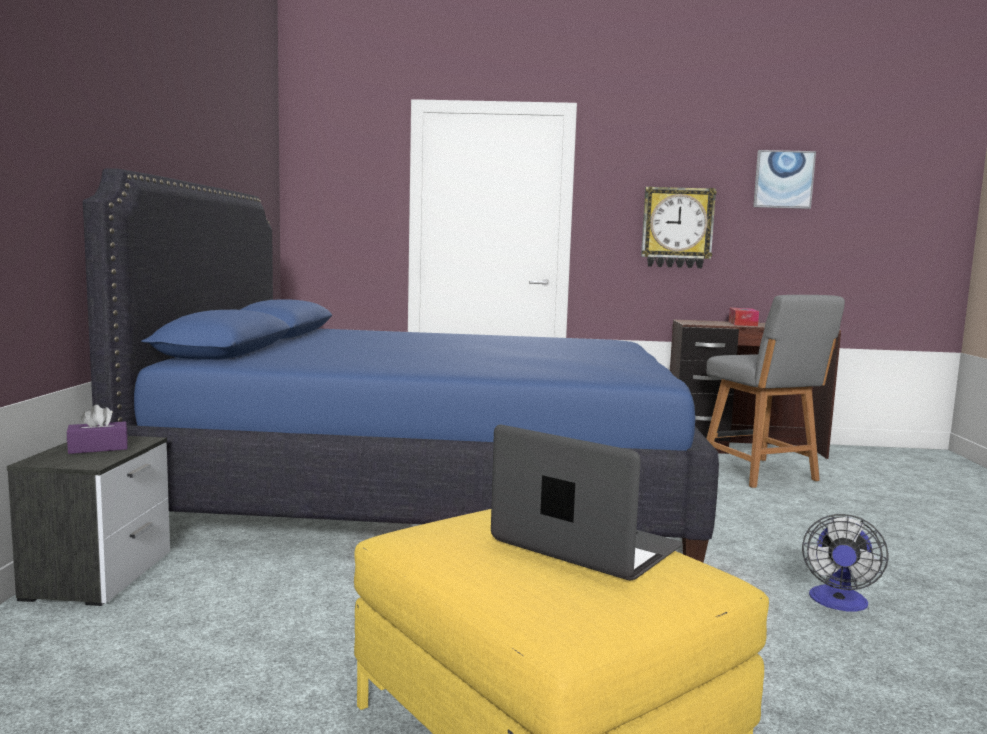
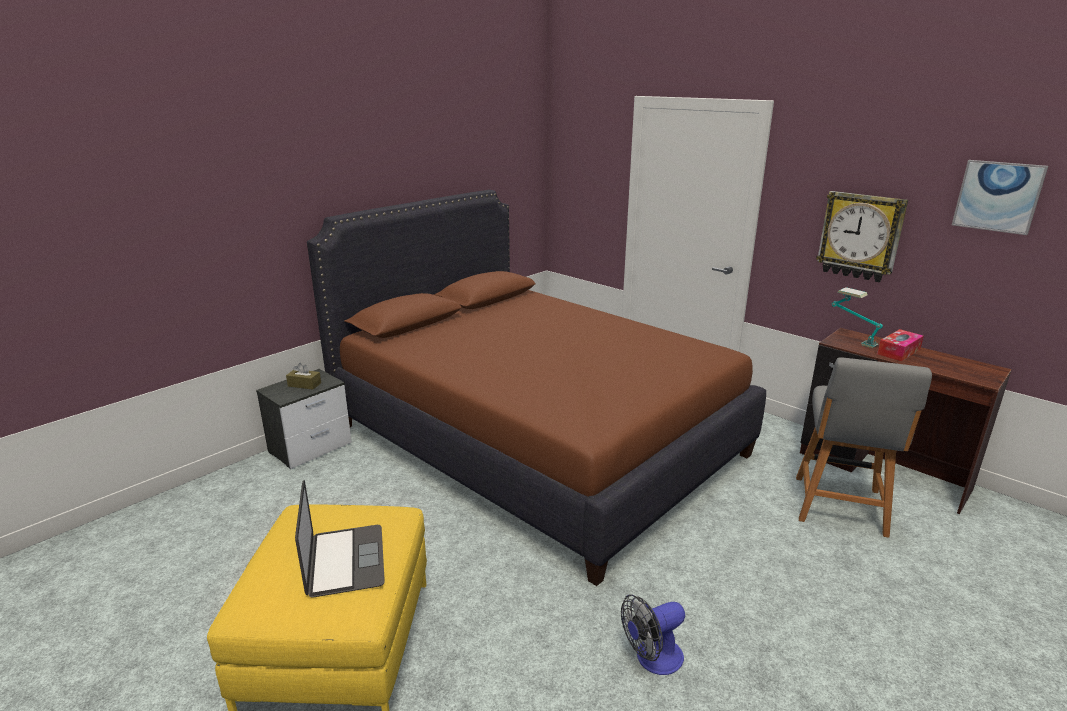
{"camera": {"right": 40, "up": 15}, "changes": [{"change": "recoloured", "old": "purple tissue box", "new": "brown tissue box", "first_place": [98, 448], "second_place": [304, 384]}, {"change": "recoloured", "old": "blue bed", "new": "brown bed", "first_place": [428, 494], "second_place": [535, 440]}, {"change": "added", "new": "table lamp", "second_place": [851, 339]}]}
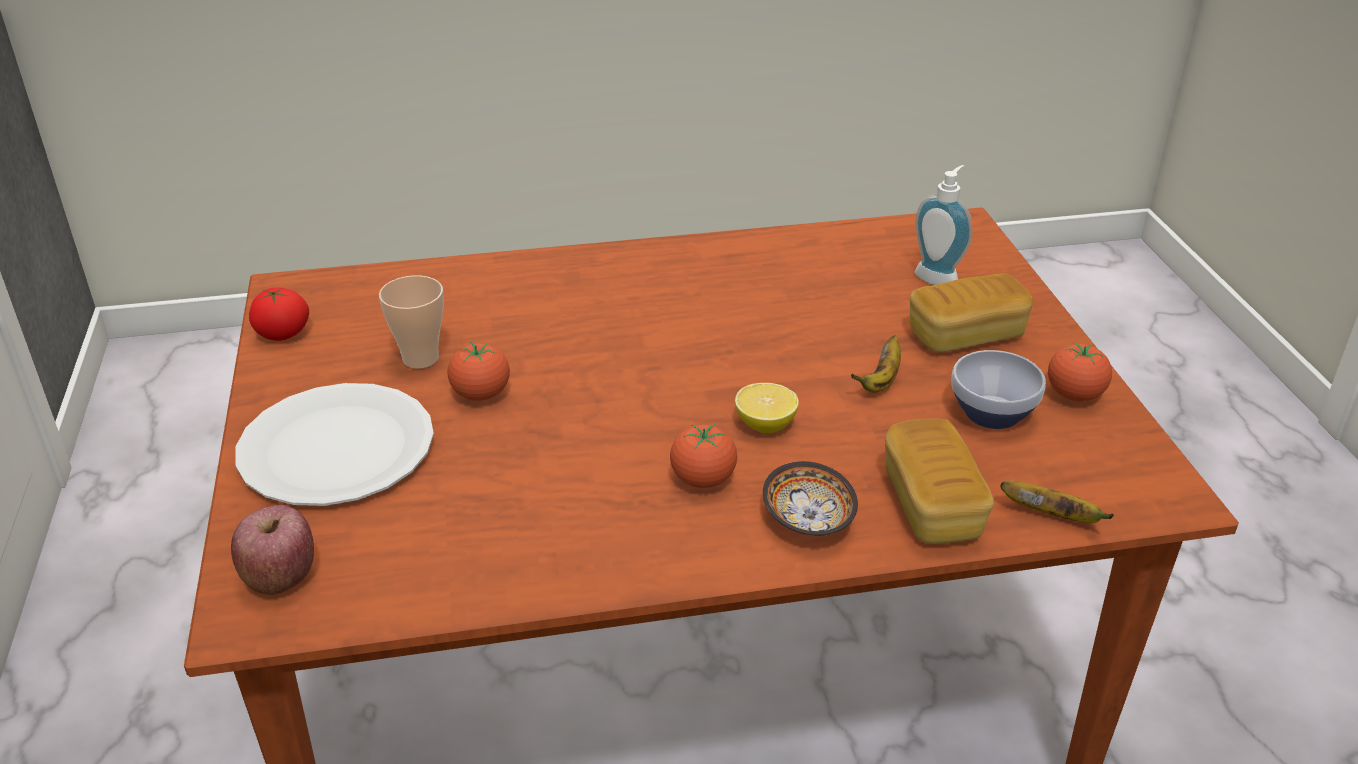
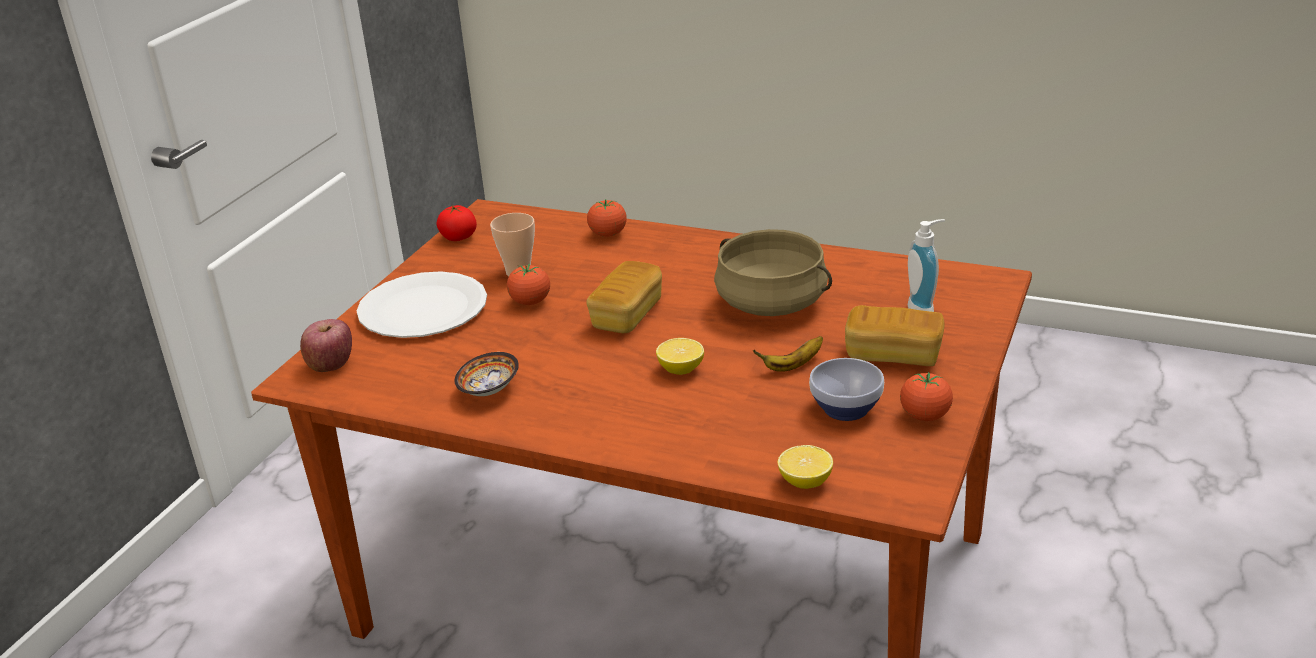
{"camera": {"right": 35, "up": -5}, "changes": [{"change": "moved", "old": "bowl", "first_place": [808, 520], "second_place": [489, 390]}, {"change": "moved", "old": "bread", "first_place": [931, 505], "second_place": [627, 315]}, {"change": "moved", "old": "tomato", "first_place": [703, 479], "second_place": [608, 234]}, {"change": "added", "new": "beige cooking pot", "second_place": [772, 303]}, {"change": "replaced", "old": "banana", "new": "lemon", "first_place": [1052, 516], "second_place": [805, 482]}]}
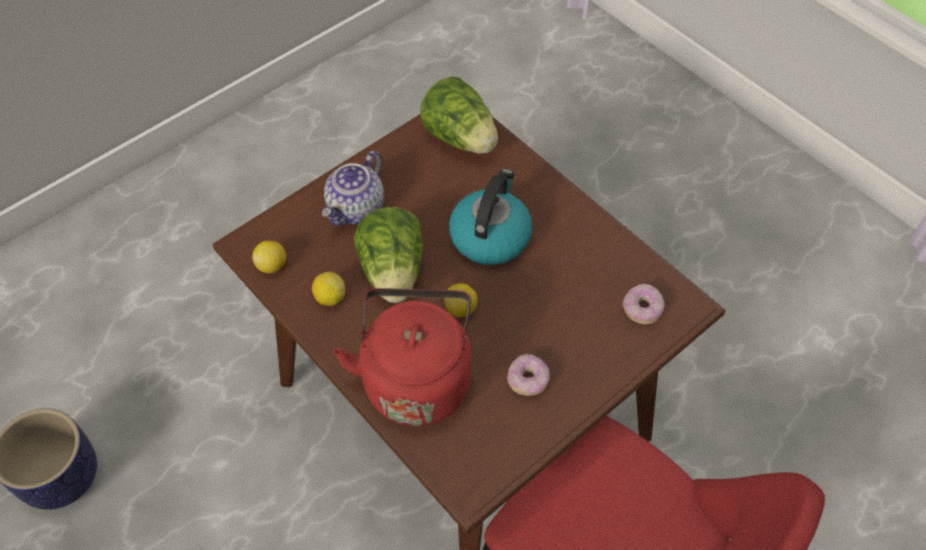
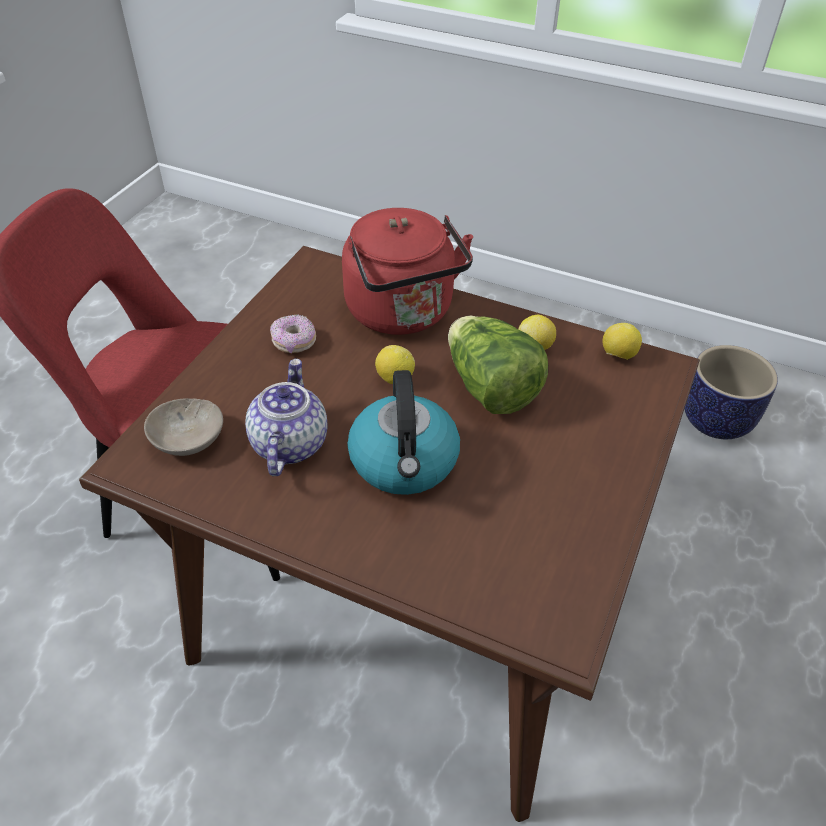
{"camera": {"right": 155, "up": -10}, "changes": [{"change": "replaced", "old": "donut", "new": "beige bowl", "first_place": [642, 309], "second_place": [186, 441]}, {"change": "moved", "old": "teapot", "first_place": [356, 209], "second_place": [288, 443]}, {"change": "removed", "old": "lettuce", "first_place": [460, 138]}]}
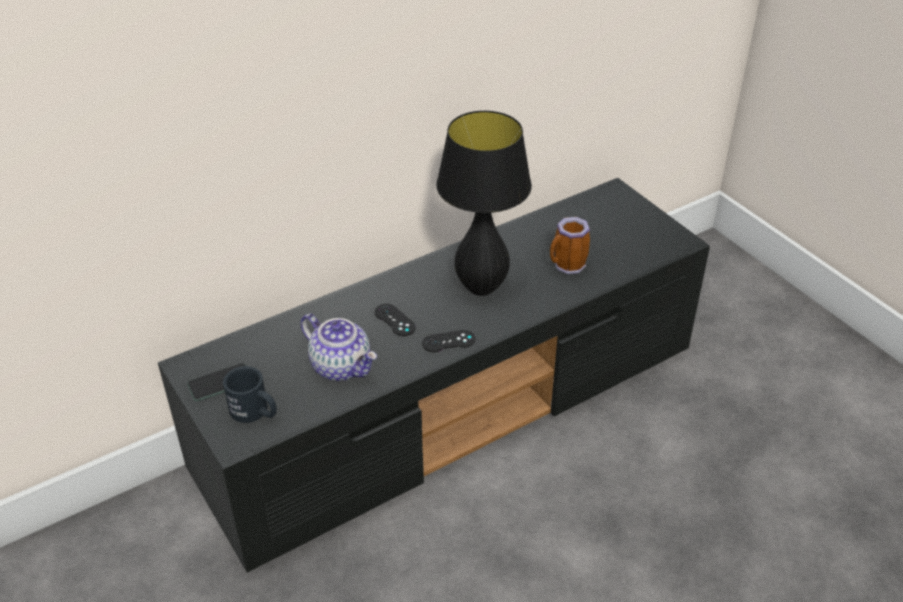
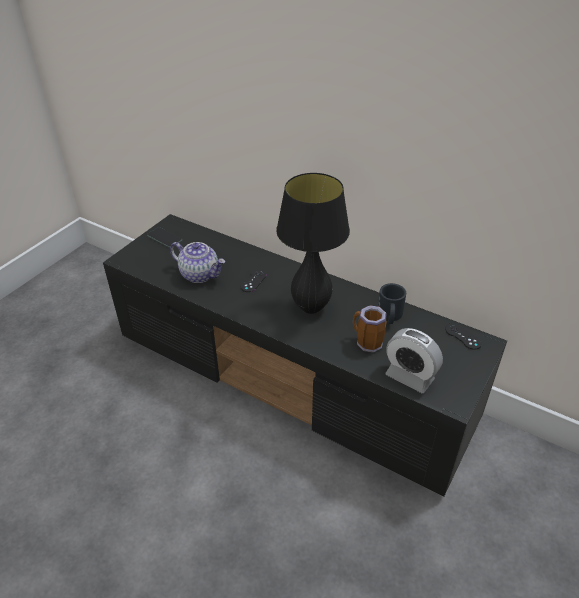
{"camera": {"right": 65, "up": 0}, "changes": [{"change": "turned", "old": "teapot", "first_place": [342, 366], "second_place": [200, 274], "degrees": -75}, {"change": "moved", "old": "black mug", "first_place": [255, 412], "second_place": [390, 316]}, {"change": "added", "new": "alarm clock", "second_place": [409, 377]}, {"change": "moved", "old": "black game controller", "first_place": [448, 341], "second_place": [463, 336]}]}
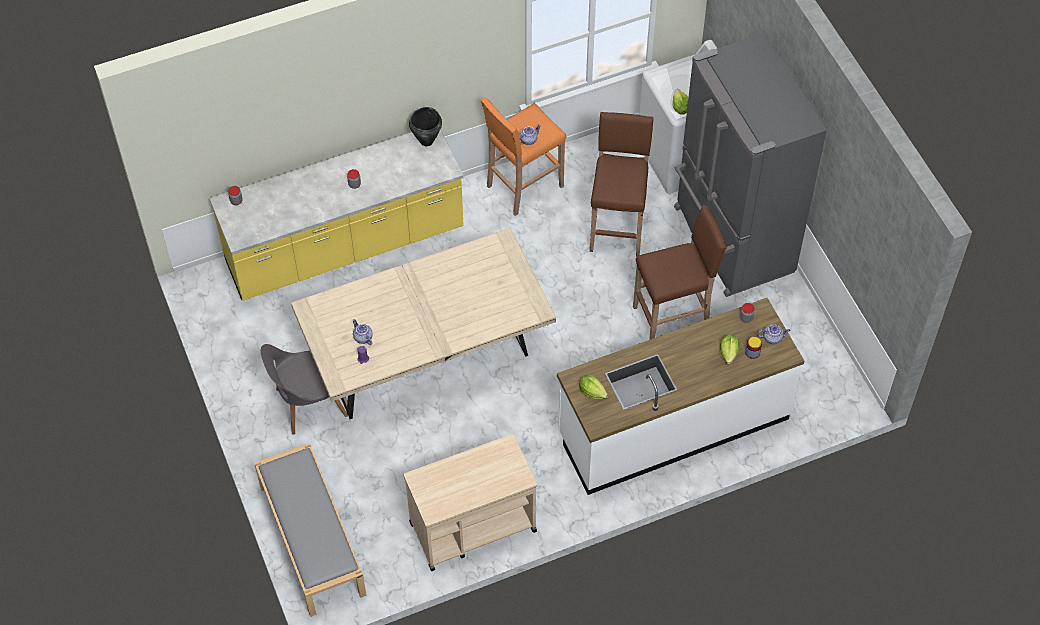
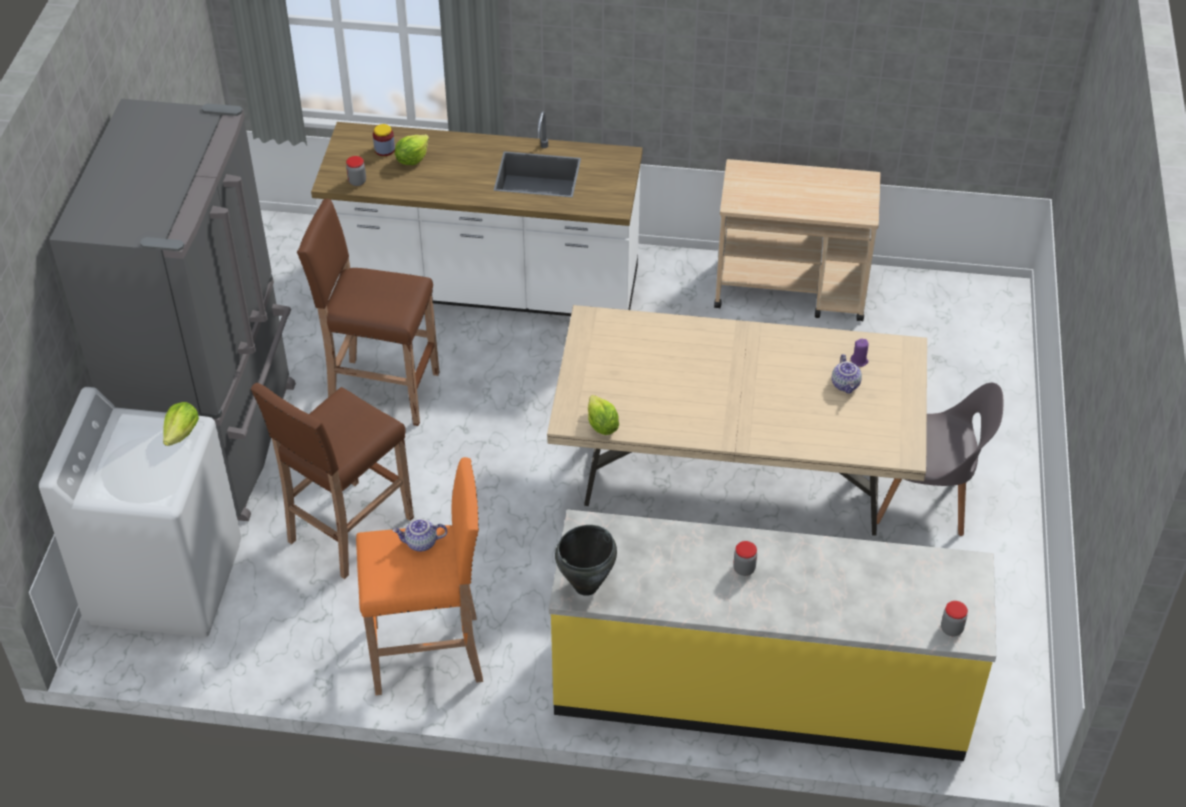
{"camera": {"right": -150, "up": -10}, "changes": [{"change": "moved", "old": "lettuce", "first_place": [592, 392], "second_place": [601, 426]}, {"change": "removed", "old": "grey bench", "first_place": [311, 539]}, {"change": "removed", "old": "teapot", "first_place": [772, 338]}]}
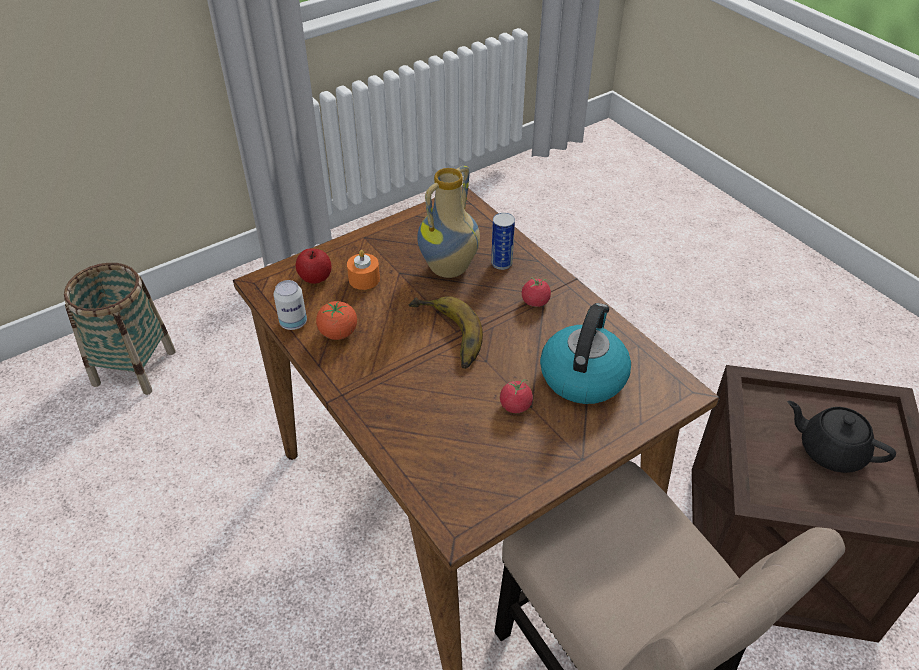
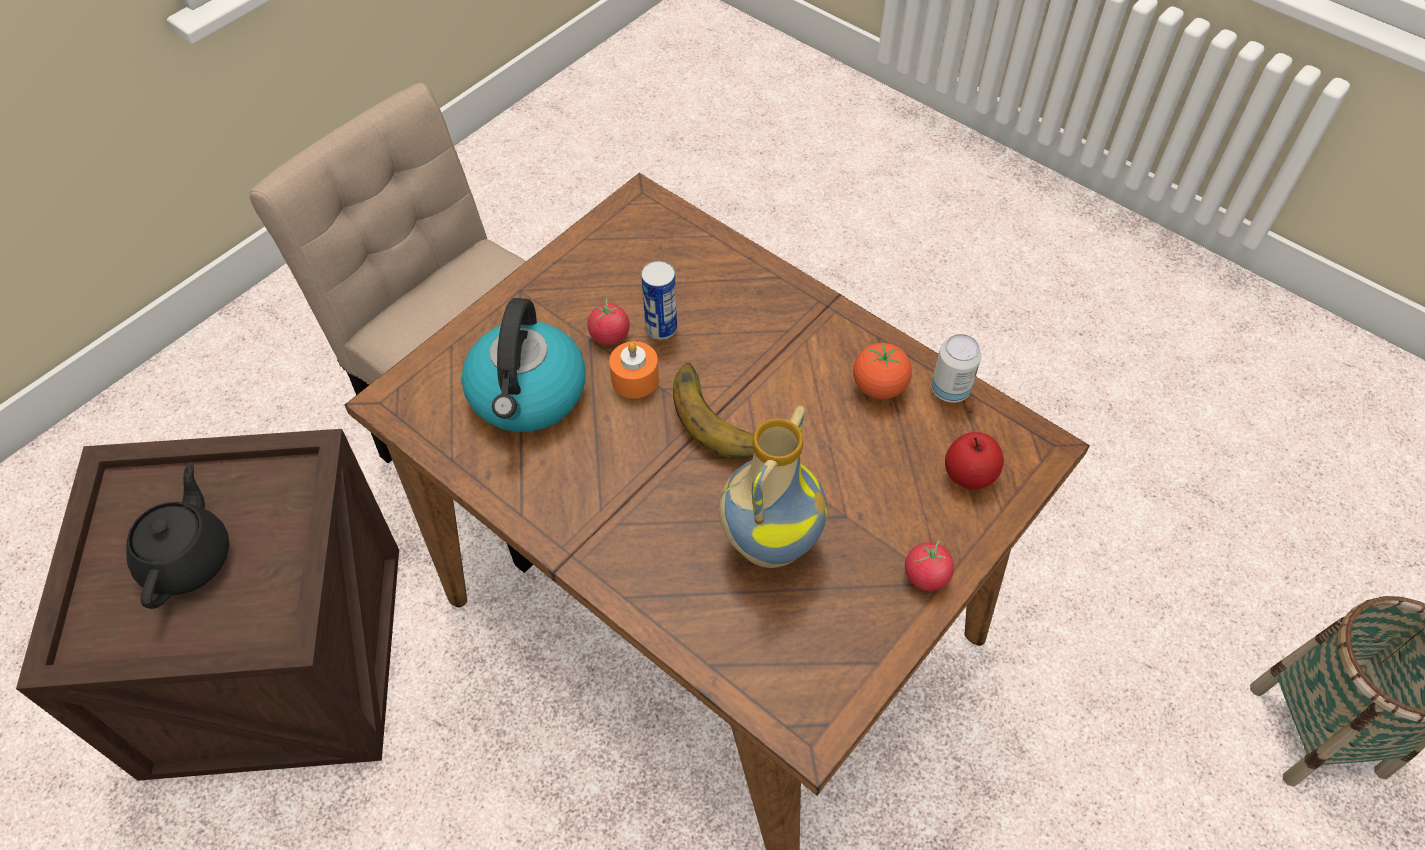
{"camera": {"right": 165, "up": 10}, "changes": [{"change": "turned", "old": "black teapot", "first_place": [830, 450], "second_place": [189, 558], "degrees": -105}, {"change": "moved", "old": "orange candle", "first_place": [364, 279], "second_place": [635, 379]}, {"change": "moved", "old": "can", "first_place": [501, 263], "second_place": [661, 329]}, {"change": "moved", "old": "tomato", "first_place": [535, 302], "second_place": [926, 575]}]}
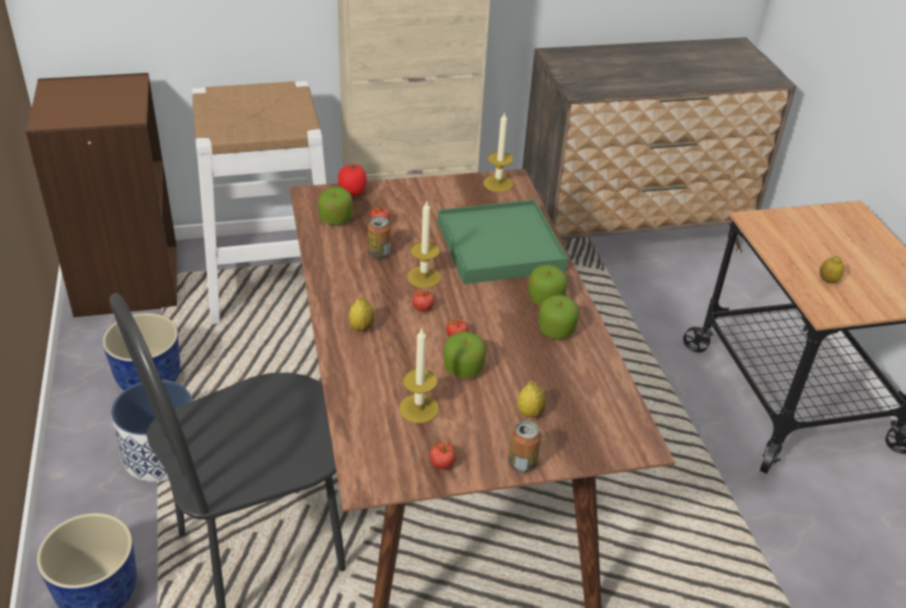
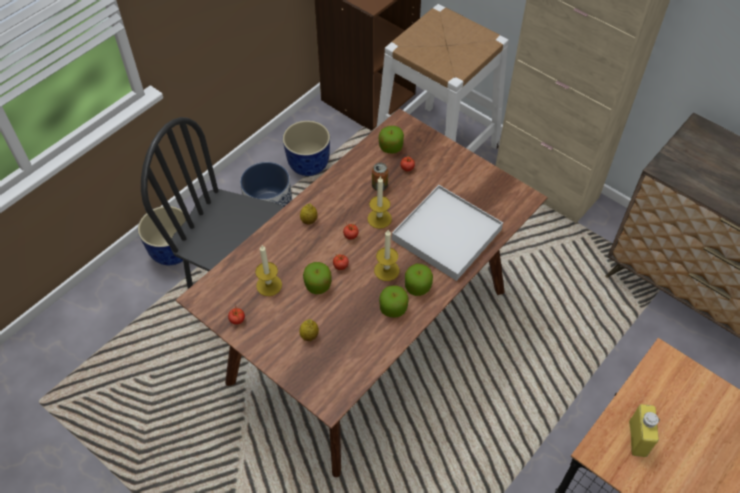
{"camera": {"right": 55, "up": 15}, "changes": [{"change": "moved", "old": "candle", "first_place": [498, 183], "second_place": [386, 270]}, {"change": "recoloured", "old": "green tray", "new": "white tray", "first_place": [500, 246], "second_place": [447, 235]}, {"change": "replaced", "old": "lemon", "new": "yellow bottle", "first_place": [828, 280], "second_place": [637, 438]}, {"change": "removed", "old": "tomato", "first_place": [352, 192]}, {"change": "removed", "old": "can", "first_place": [522, 463]}]}
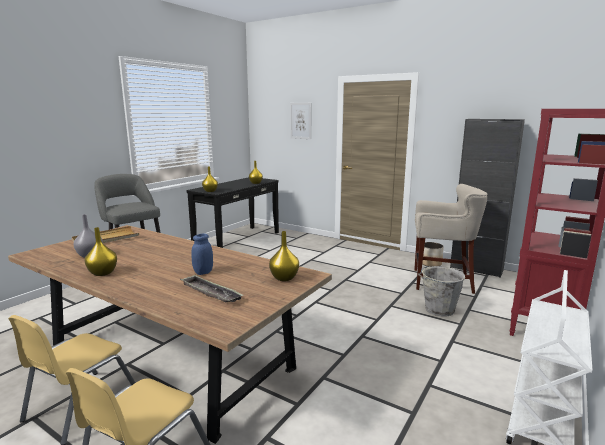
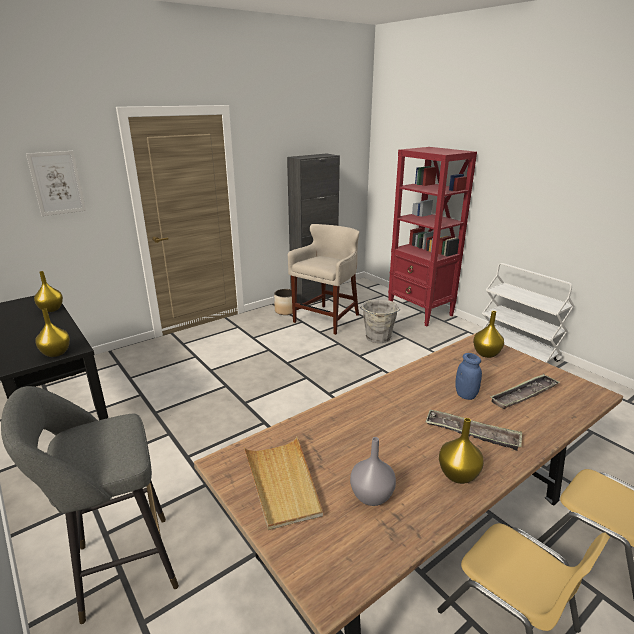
{"camera": {"right": -70, "up": 10}, "changes": [{"change": "added", "new": "tray", "second_place": [472, 433]}]}
